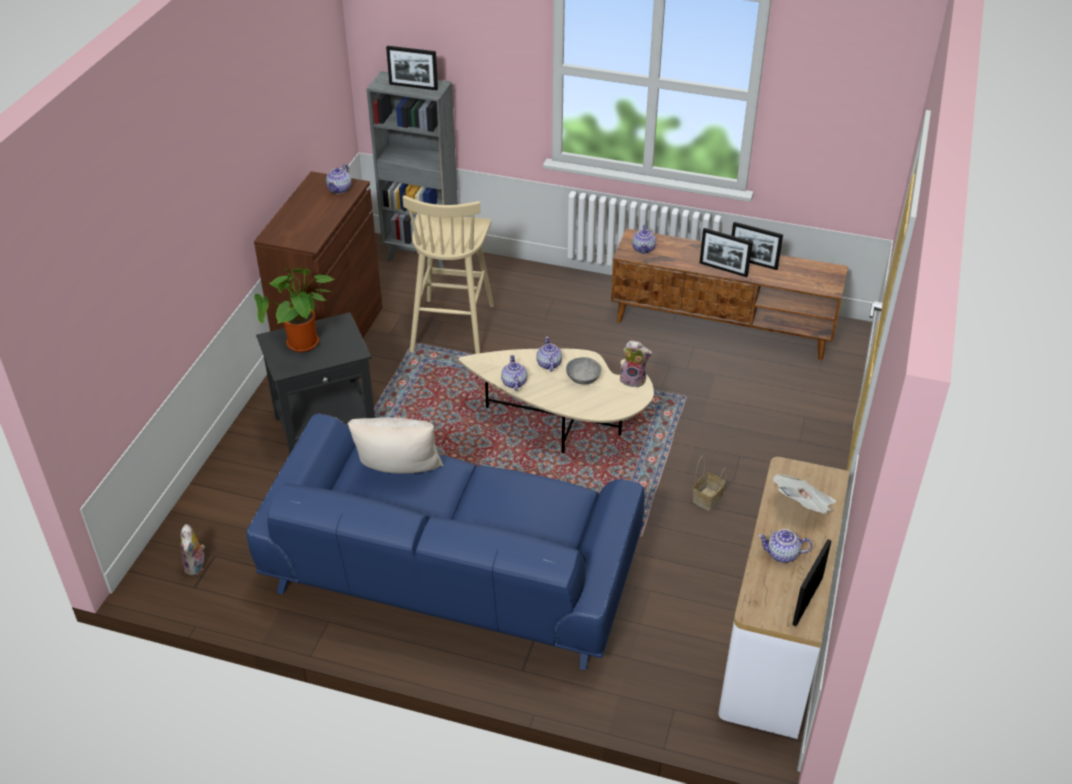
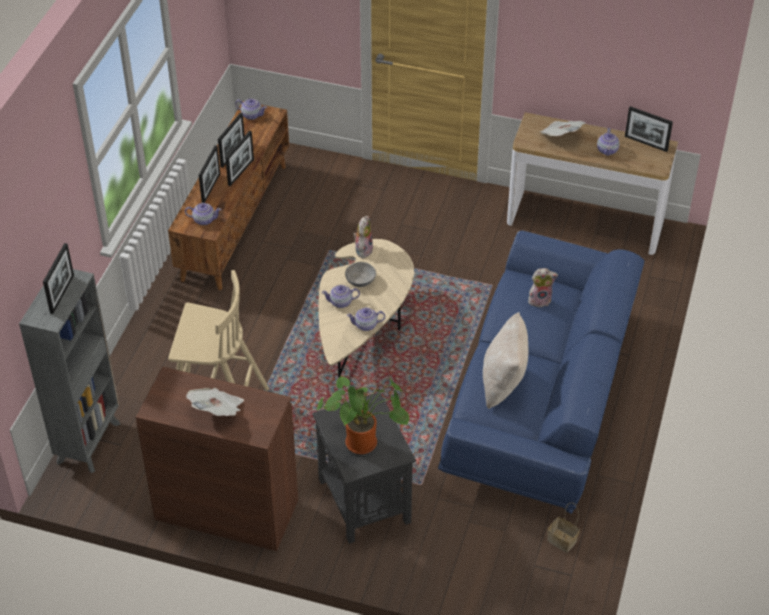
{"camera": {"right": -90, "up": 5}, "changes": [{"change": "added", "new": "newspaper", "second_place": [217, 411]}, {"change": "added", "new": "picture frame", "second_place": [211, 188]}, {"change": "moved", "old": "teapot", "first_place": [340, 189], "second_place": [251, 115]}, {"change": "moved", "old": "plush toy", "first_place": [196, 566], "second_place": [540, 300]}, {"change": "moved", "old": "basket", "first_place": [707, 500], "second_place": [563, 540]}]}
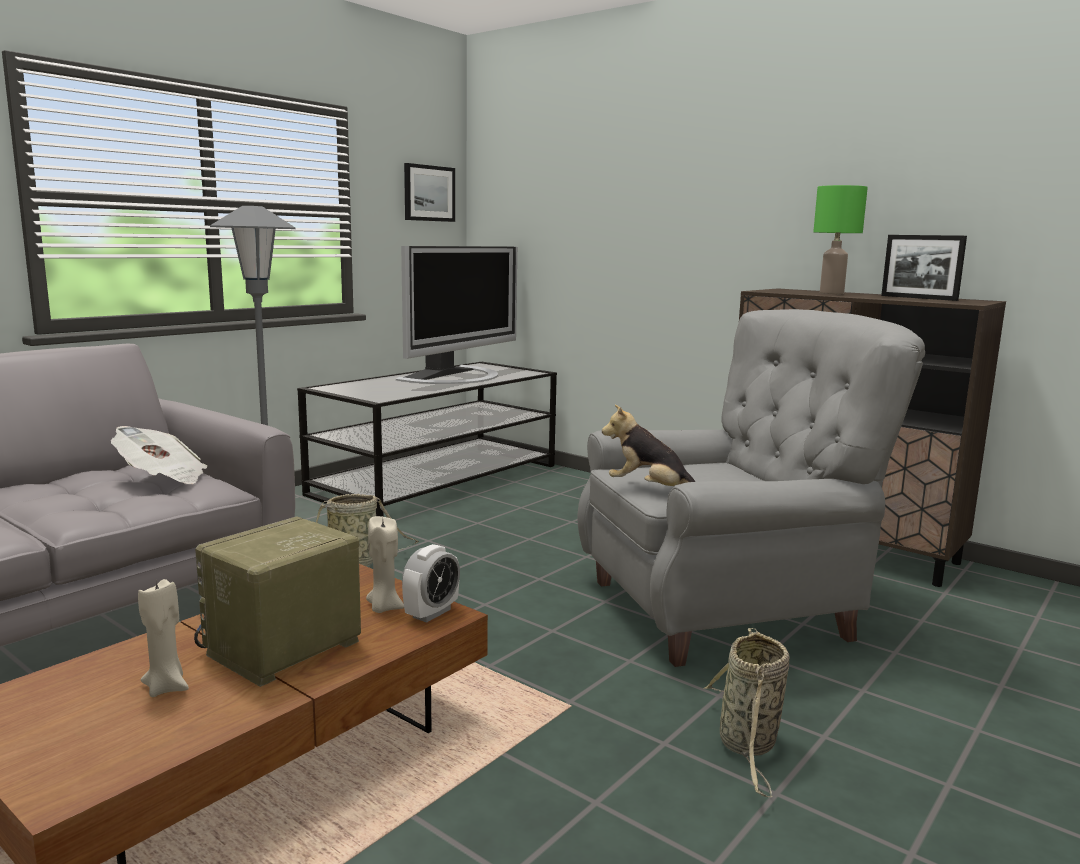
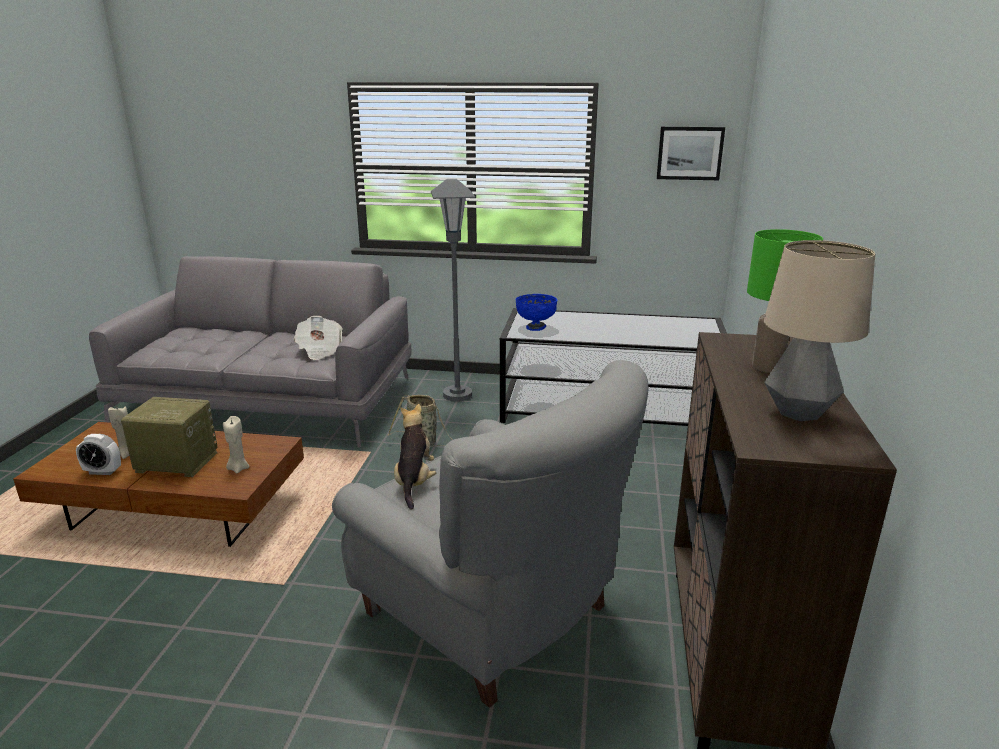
{"camera": {"right": 60, "up": 10}, "changes": [{"change": "moved", "old": "alarm clock", "first_place": [431, 613], "second_place": [102, 471]}, {"change": "added", "new": "blue bowl", "second_place": [535, 327]}, {"change": "replaced", "old": "picture frame", "new": "table lamp", "first_place": [918, 298], "second_place": [799, 413]}, {"change": "removed", "old": "television", "first_place": [456, 376]}, {"change": "removed", "old": "basket", "first_place": [748, 746]}]}
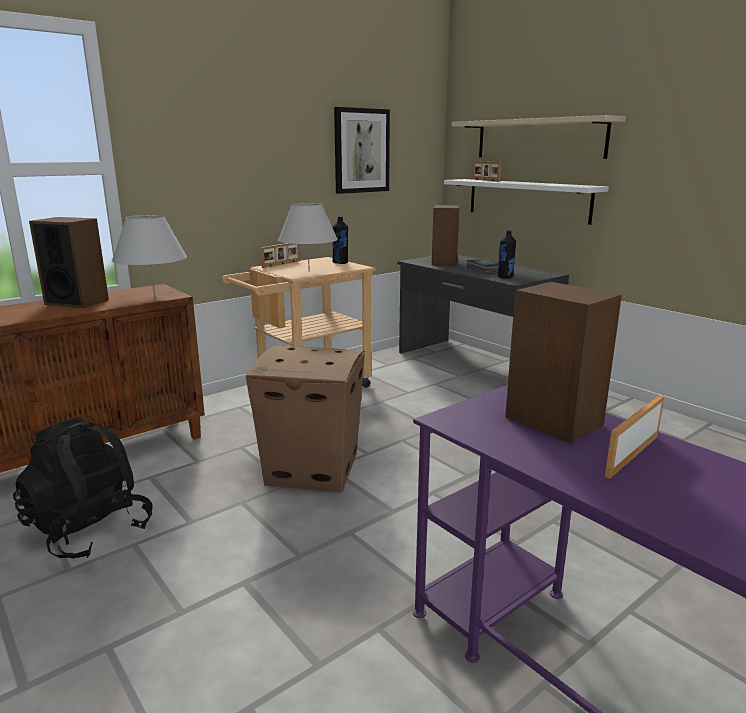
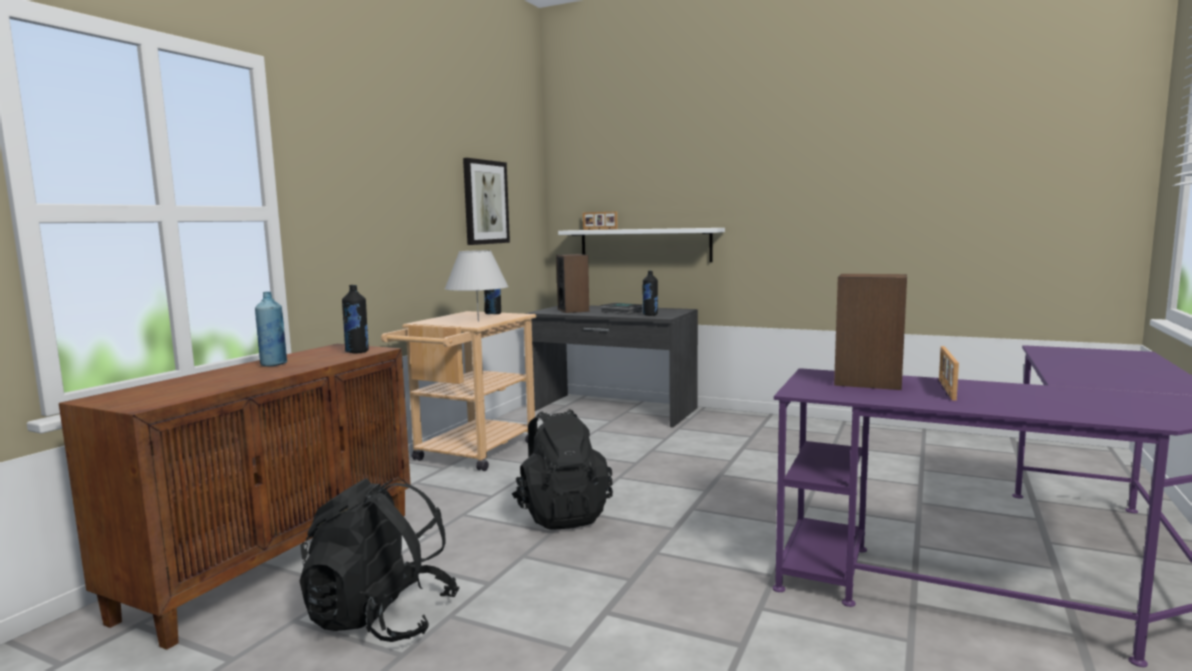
{"camera": {"right": -25, "up": -10}, "changes": [{"change": "replaced", "old": "speaker", "new": "blue bottle", "first_place": [77, 302], "second_place": [274, 364]}, {"change": "replaced", "old": "white table lamp", "new": "black bottle", "first_place": [154, 296], "second_place": [357, 352]}, {"change": "replaced", "old": "cardboard box", "new": "black backpack", "first_place": [314, 469], "second_place": [562, 515]}, {"change": "removed", "old": "picture frame", "first_place": [282, 264]}, {"change": "removed", "old": "beige shelf", "first_place": [539, 139]}]}
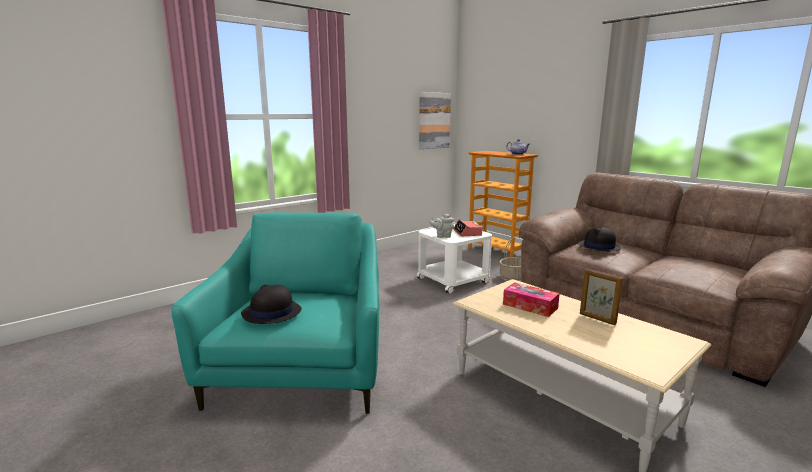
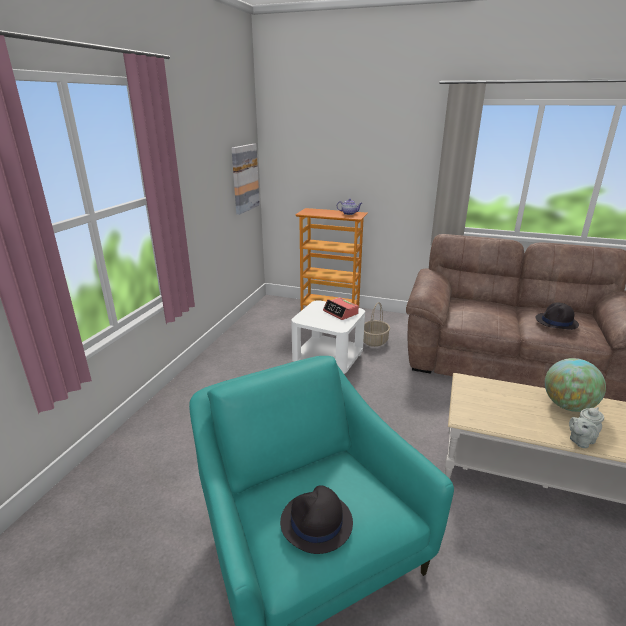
{"camera": {"right": -30, "up": 10}, "changes": [{"change": "moved", "old": "black hat", "first_place": [599, 247], "second_place": [556, 322]}, {"change": "replaced", "old": "picture frame", "new": "globe", "first_place": [597, 319], "second_place": [567, 406]}, {"change": "moved", "old": "grey teapot", "first_place": [442, 236], "second_place": [580, 441]}, {"change": "removed", "old": "tissue box", "first_place": [530, 306]}]}
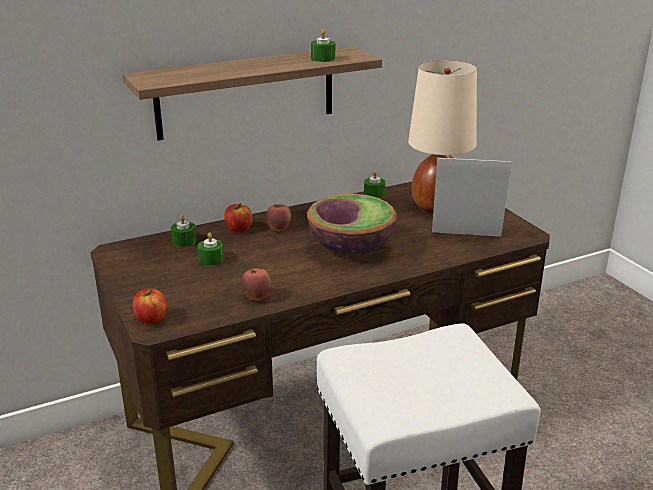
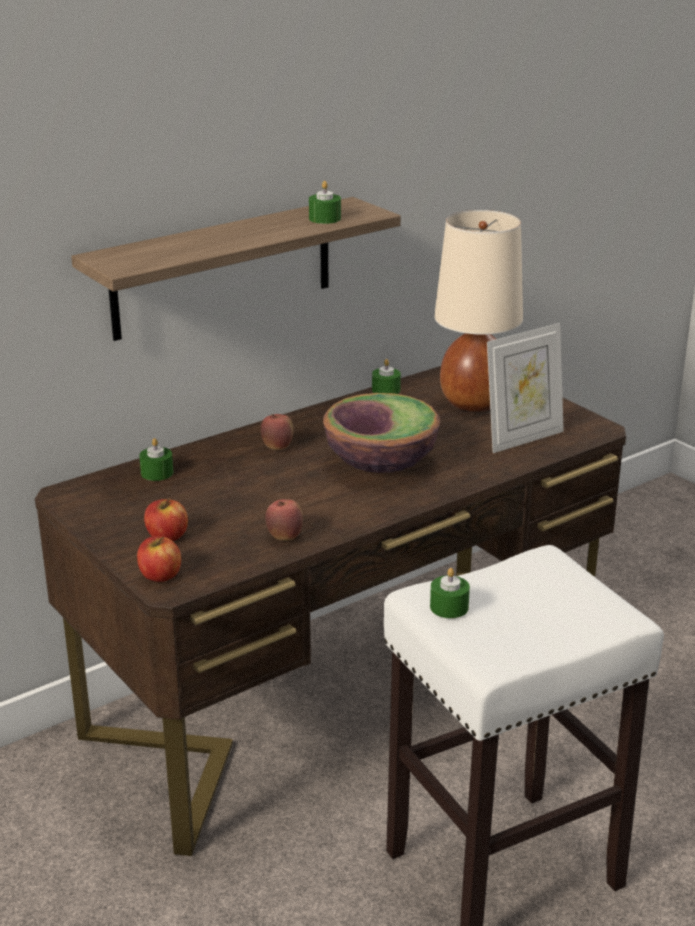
{"camera": {"right": -10, "up": 0}, "changes": [{"change": "moved", "old": "apple", "first_place": [238, 229], "second_place": [167, 536]}, {"change": "moved", "old": "green candle", "first_place": [211, 259], "second_place": [449, 607]}, {"change": "turned", "old": "picture frame", "first_place": [466, 237], "second_place": [522, 438], "degrees": 150}]}
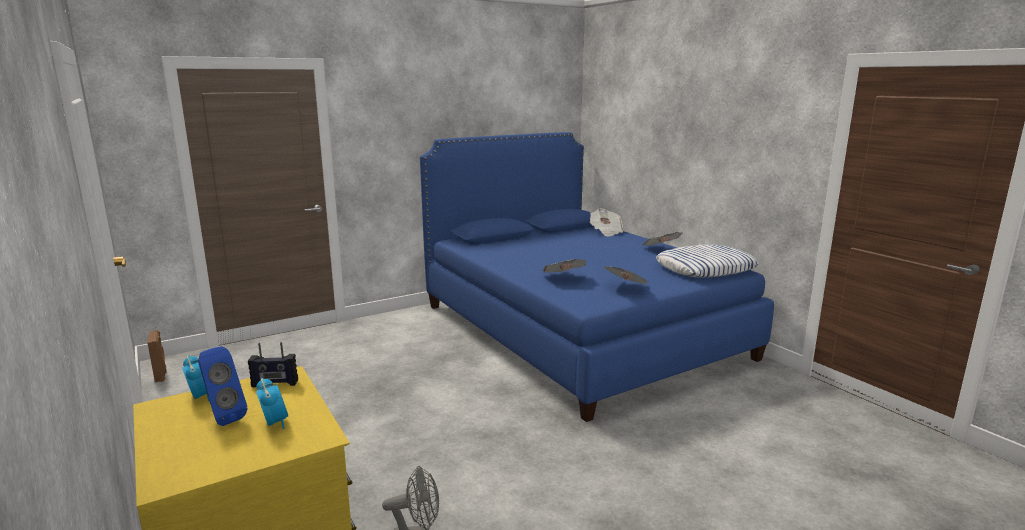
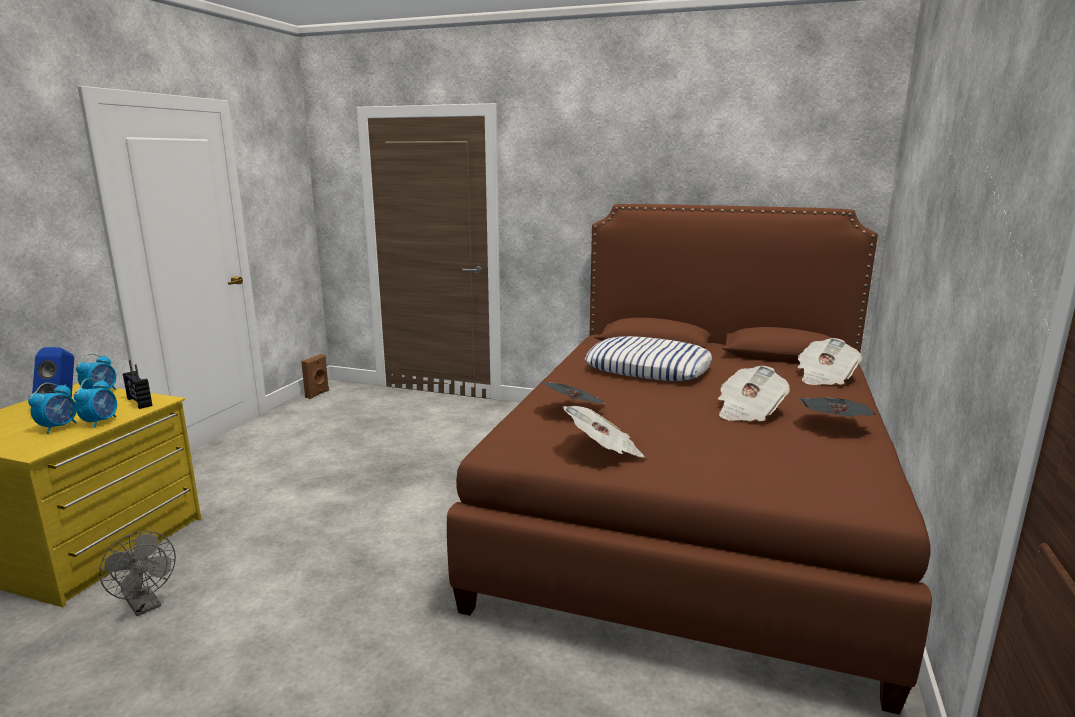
{"camera": {"right": 50, "up": 0}, "changes": [{"change": "added", "new": "alarm clock", "second_place": [100, 422]}, {"change": "recoloured", "old": "blue bed", "new": "brown bed", "first_place": [577, 330], "second_place": [690, 509]}, {"change": "moved", "old": "pillow", "first_place": [705, 268], "second_place": [648, 368]}, {"change": "added", "new": "newspaper", "second_place": [748, 412]}]}
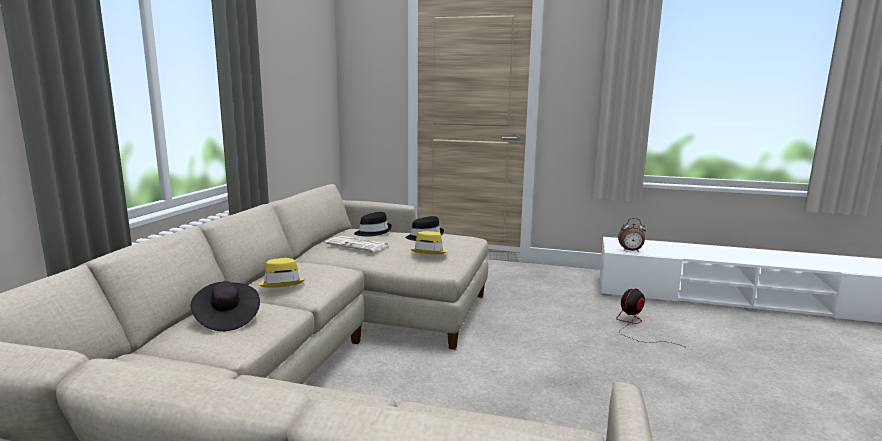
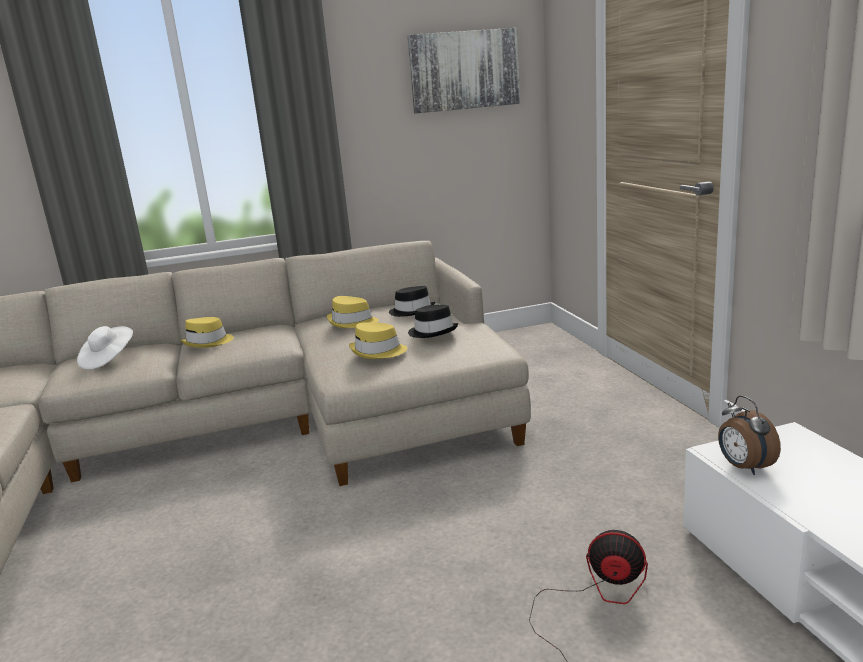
{"camera": {"right": 60, "up": 5}, "changes": [{"change": "recoloured", "old": "black hat", "new": "white hat", "first_place": [226, 319], "second_place": [108, 360]}, {"change": "replaced", "old": "newspaper", "new": "yellow hat", "first_place": [358, 245], "second_place": [352, 322]}, {"change": "added", "new": "picture", "second_place": [464, 70]}]}
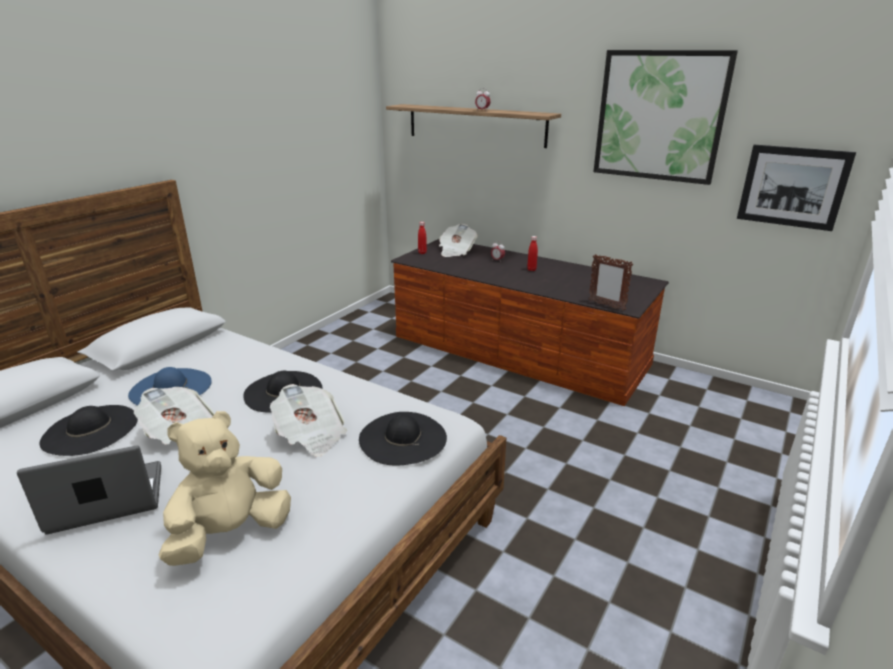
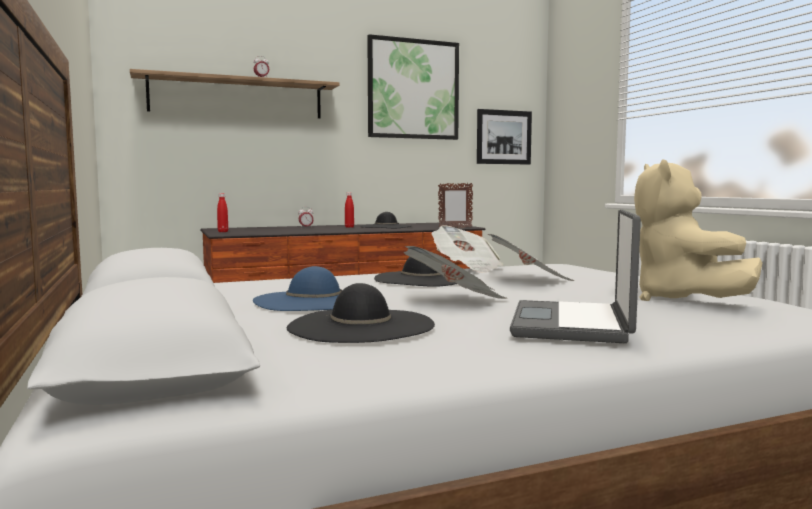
{"camera": {"right": -55, "up": -20}, "changes": [{"change": "moved", "old": "black hat", "first_place": [402, 438], "second_place": [386, 227]}, {"change": "moved", "old": "newspaper", "first_place": [456, 251], "second_place": [467, 268]}]}
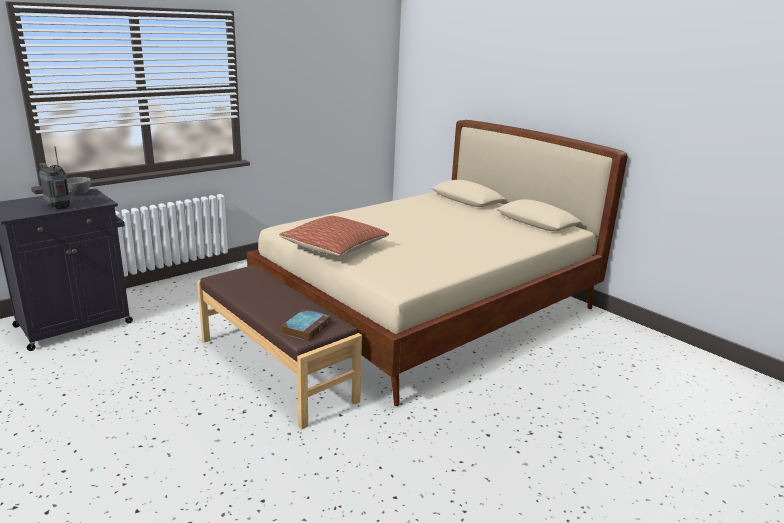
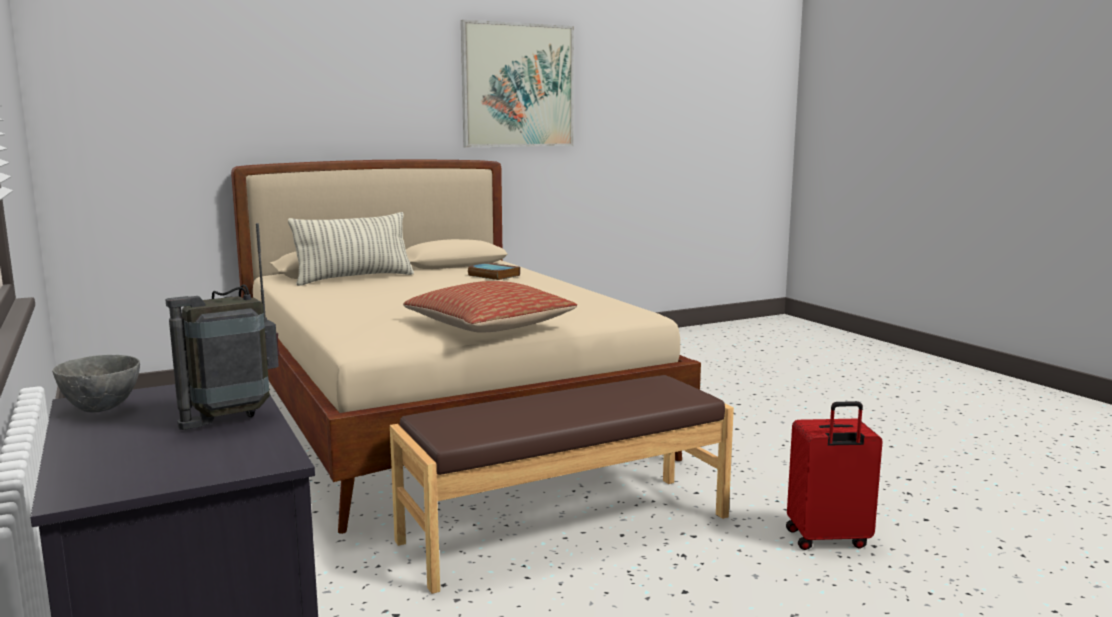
{"camera": {"right": -75, "up": -10}, "changes": [{"change": "added", "new": "pillow", "second_place": [354, 278]}, {"change": "added", "new": "picture", "second_place": [518, 86]}, {"change": "moved", "old": "book", "first_place": [306, 328], "second_place": [492, 275]}, {"change": "added", "new": "red suitcase", "second_place": [828, 540]}]}
